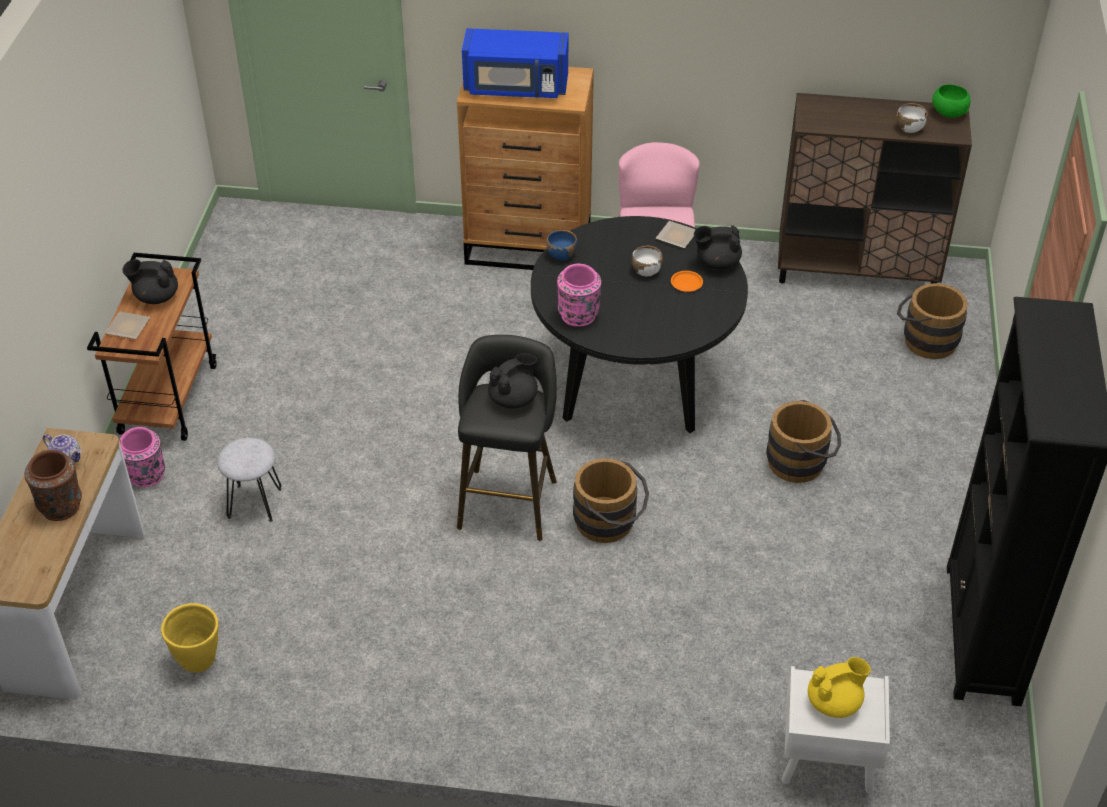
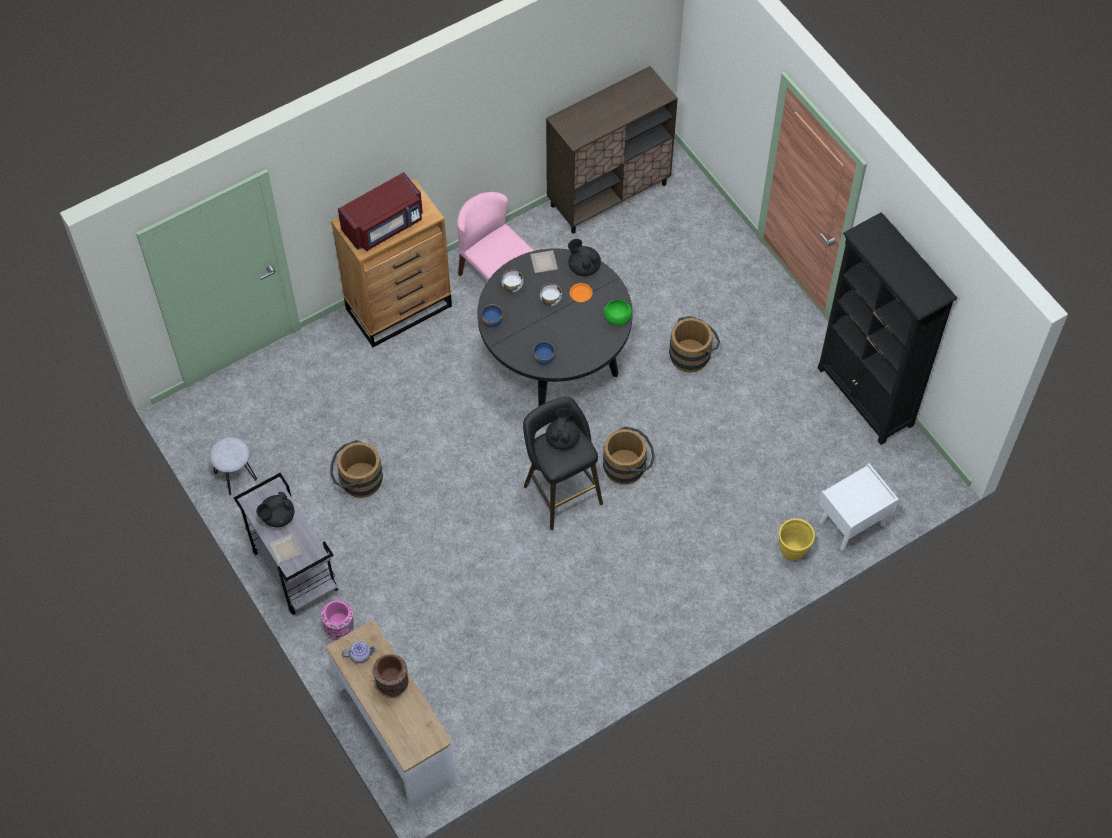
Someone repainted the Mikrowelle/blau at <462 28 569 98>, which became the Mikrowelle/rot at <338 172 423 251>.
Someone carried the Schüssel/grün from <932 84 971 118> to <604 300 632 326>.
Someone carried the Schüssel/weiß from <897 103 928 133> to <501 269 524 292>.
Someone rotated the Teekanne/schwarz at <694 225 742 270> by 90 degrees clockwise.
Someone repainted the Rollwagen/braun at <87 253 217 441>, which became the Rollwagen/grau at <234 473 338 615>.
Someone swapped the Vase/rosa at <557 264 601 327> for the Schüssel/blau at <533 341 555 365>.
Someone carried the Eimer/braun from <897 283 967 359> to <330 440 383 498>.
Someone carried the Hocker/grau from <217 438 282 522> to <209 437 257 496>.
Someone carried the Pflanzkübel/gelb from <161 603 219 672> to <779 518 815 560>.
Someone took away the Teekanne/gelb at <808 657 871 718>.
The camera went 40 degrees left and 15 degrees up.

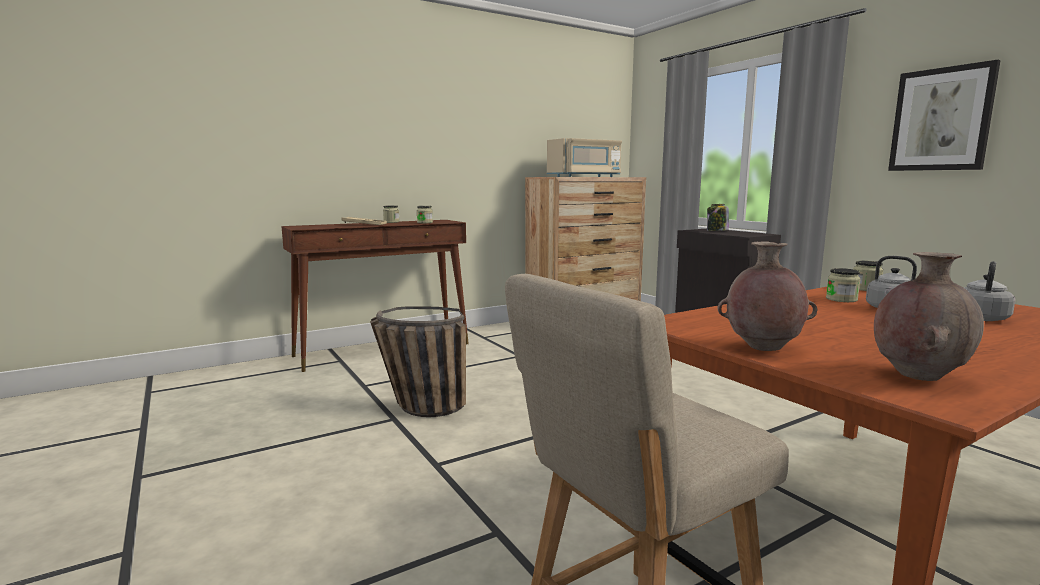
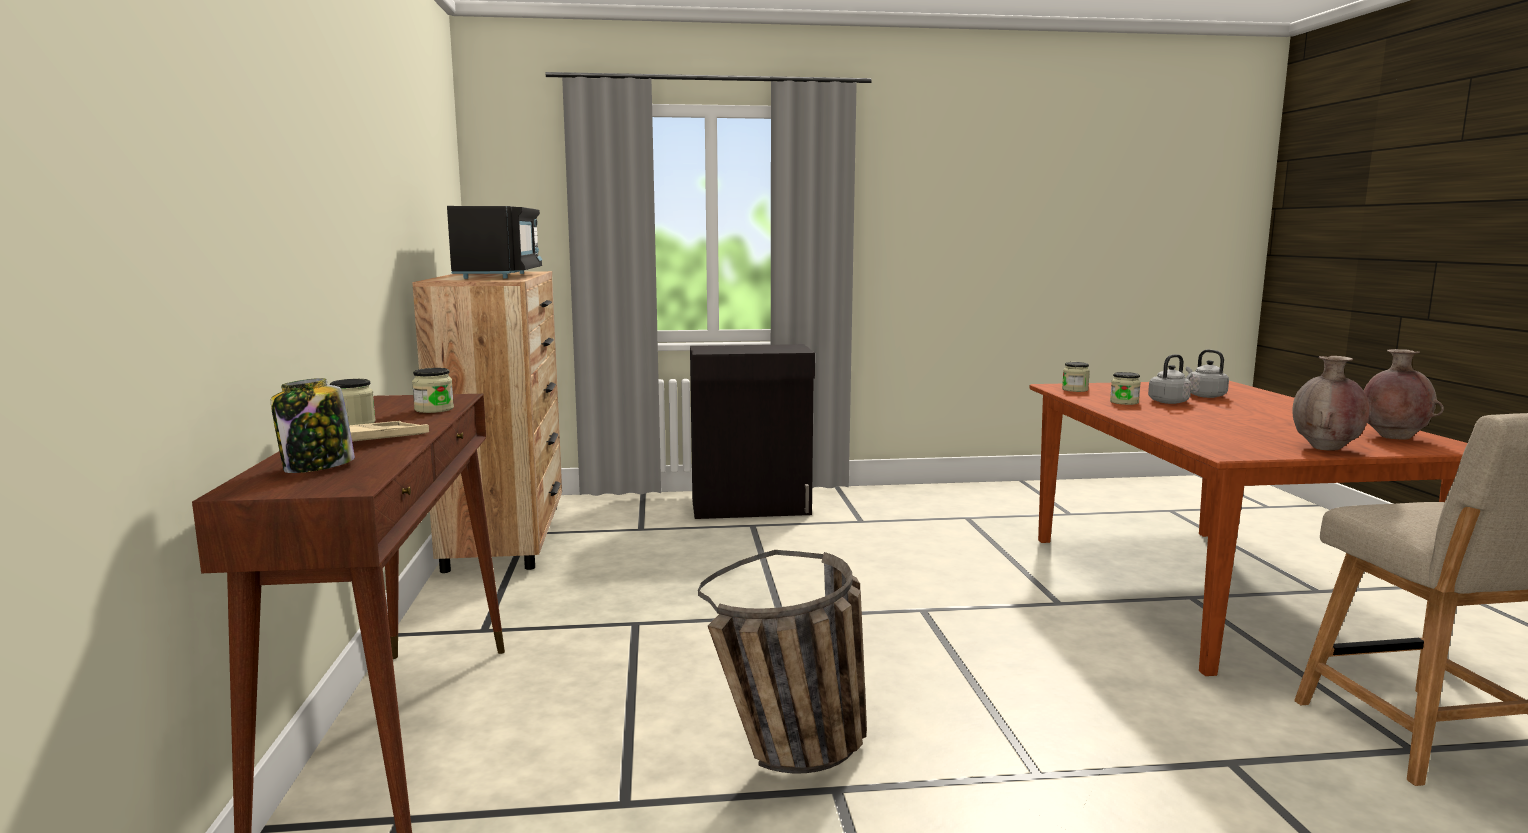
Someone took away the Bild at <888 60 1001 171>.
Someone repainted the Mikrowelle/beige at <547 138 622 177>, which became the Mikrowelle/schwarz at <447 206 543 279>.
Someone carried the Vorratsglas from <707 204 729 231> to <271 378 355 473>.
The camera went 65 degrees left and 0 degrees up.

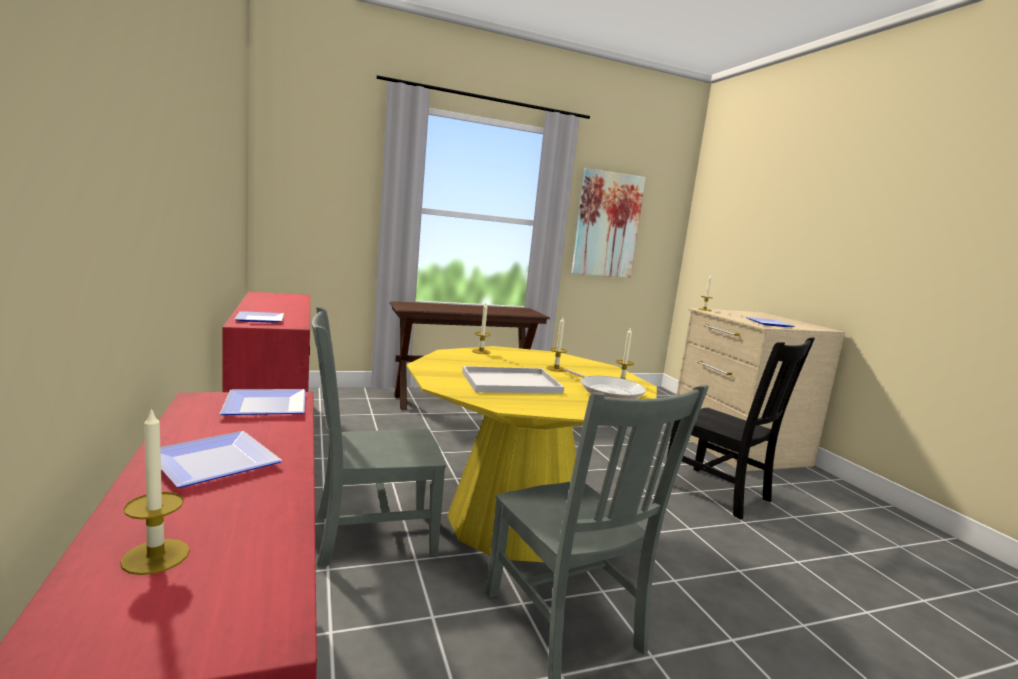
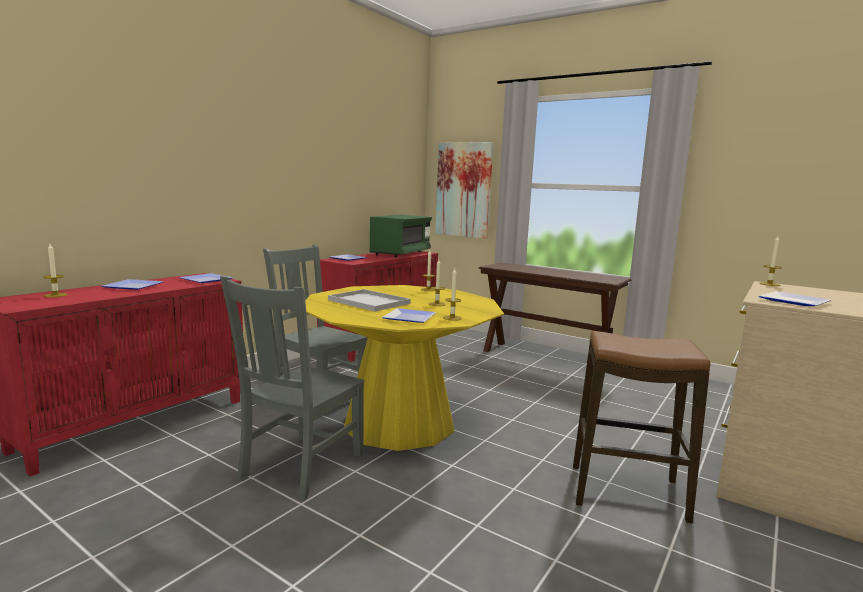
Someone carried the Bild from <572 168 646 278> to <435 142 493 239>.
Someone swapped the Stuhl/schwarz at <667 337 815 519> for the Hocker at <573 331 710 523>.
Someone swapped the Pfanne at <564 368 646 399> for the Teller at <382 308 436 323>.
Someone put down the Mikrowelle/grün at <370 215 432 257>.
The camera went 55 degrees right and 0 degrees up.

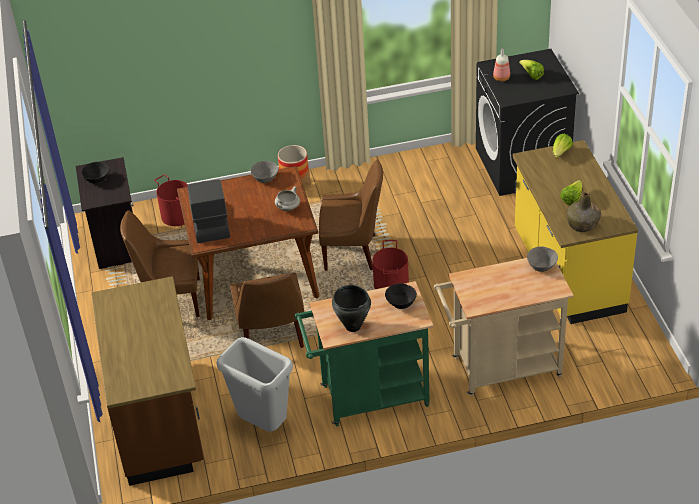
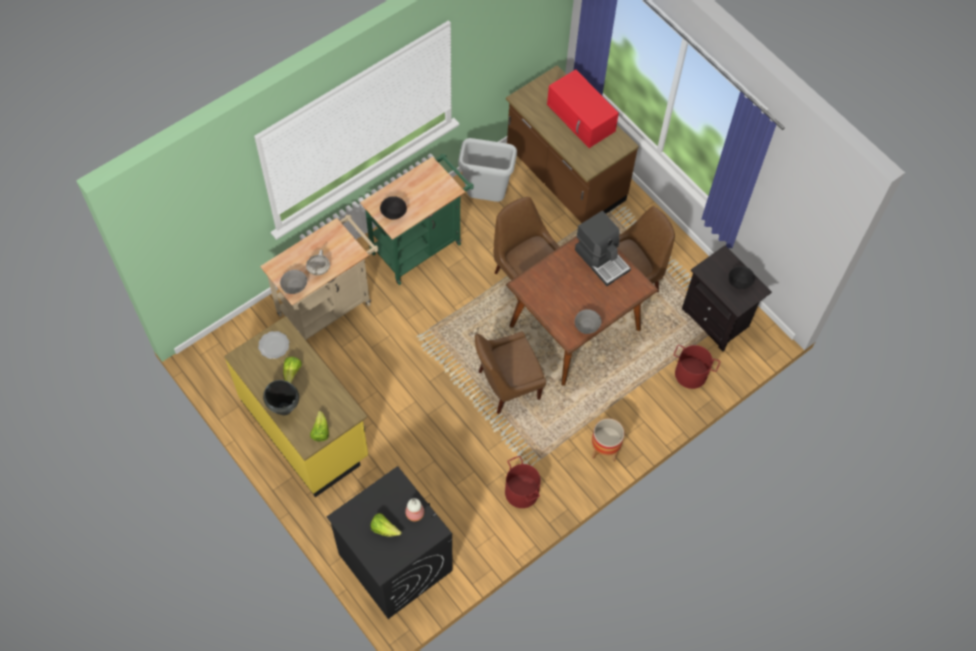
Someone carried the Kochtopf/weiß from <275 186 300 211> to <306 250 330 275>.
Someone swapped the Flasche/grün at <566 192 601 232> for the Teller at <258 331 289 359>.
Someone carried the Eimer/rot from <372 240 409 289> to <505 456 541 508>.
Someone carried the Kochtopf/schwarz from <332 285 371 332> to <263 380 299 416>.
Someone put down the Mikrowelle/rot at <547 69 619 148>.
The camera went 150 degrees right and 20 degrees up.

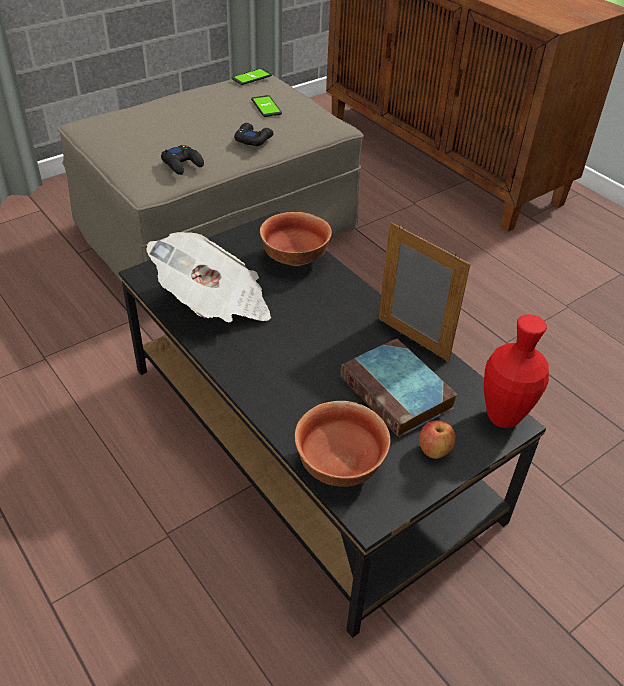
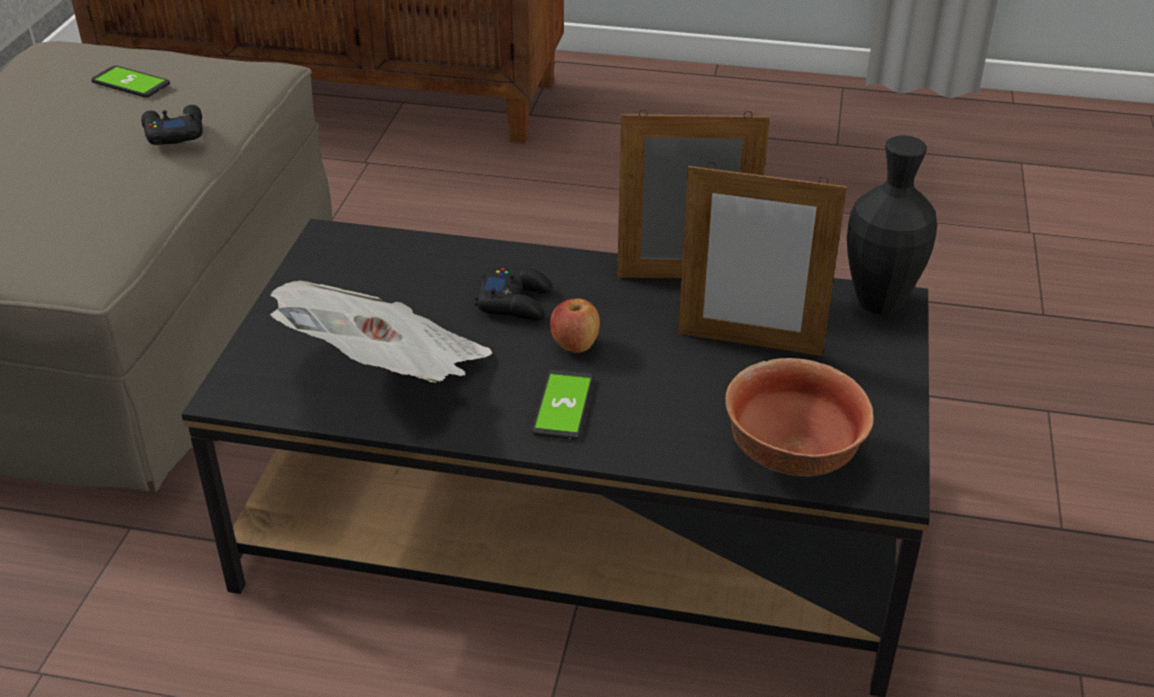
Someone carried the Handy from <232 68 272 85> to <532 370 594 440>.
Someone carried the Gamepad/schwarz from <161 145 204 175> to <475 268 552 321>.
Someone took away the Schüssel at <260 212 332 266>.
Someone repainted the Vase/rot at <484 314 549 428>, which became the Vase/schwarz at <847 135 937 314>.
Someone swapped the Buch at <341 339 457 438> for the Bilderrahmen at <678 162 847 356>.
Someone carried the Apfel from <419 420 456 459> to <550 299 600 353>.
The camera went 40 degrees left and 5 degrees down.

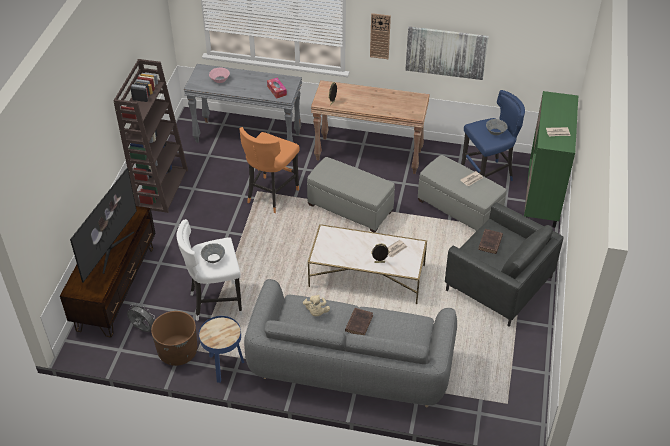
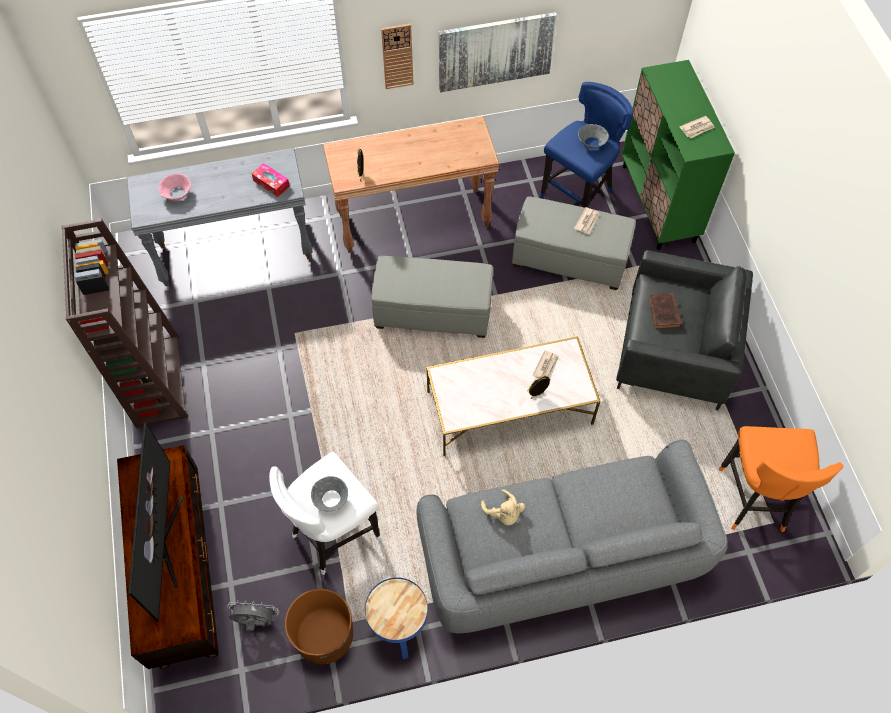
Someone carried the Hocker/orange from <239 127 300 213> to <719 426 843 532>.
Someone took away the Buch/braun at <345 308 373 335>.
The camera went 25 degrees left and 15 degrees up.

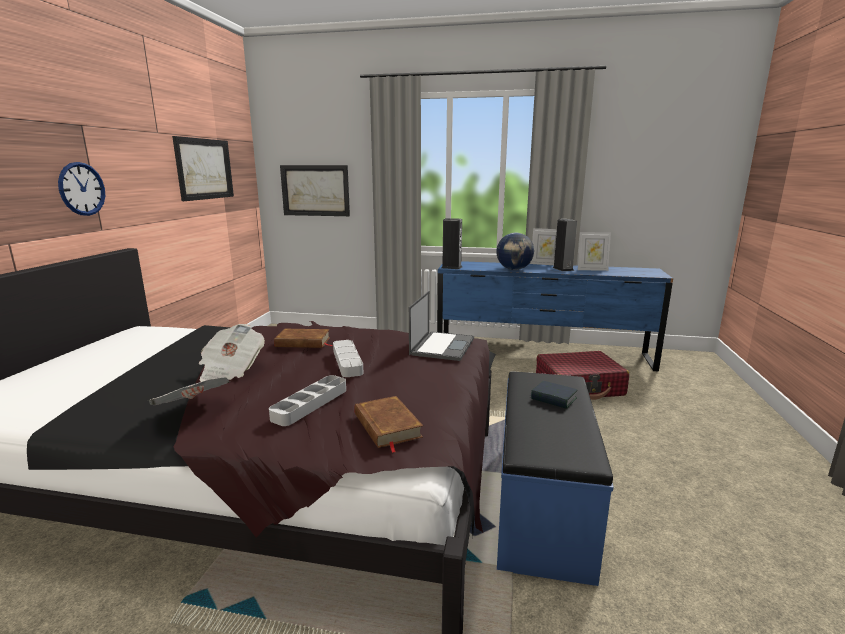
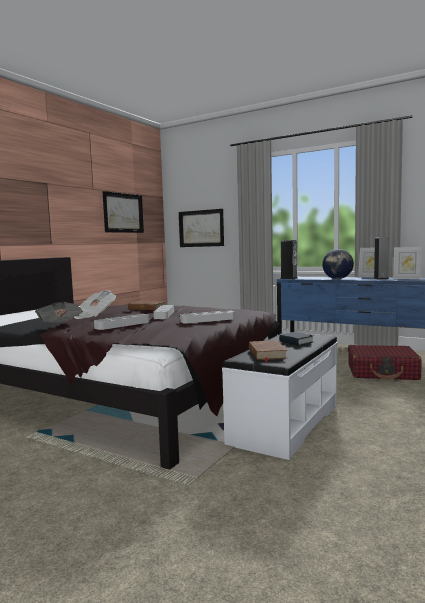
Someone took away the Wanduhr at <58 162 105 216>.
Someone took away the Laptop at <409 291 474 361>.
Someone repainted the Bank/blau at <497 372 613 586>, which became the Bank/weiß at <222 332 338 460>.
Someone carried the Buch/braun from <354 396 423 453> to <249 340 288 362>.
Someone put down the Tablett/grau at <180 310 234 324>.
The camera went 20 degrees right and 10 degrees down.

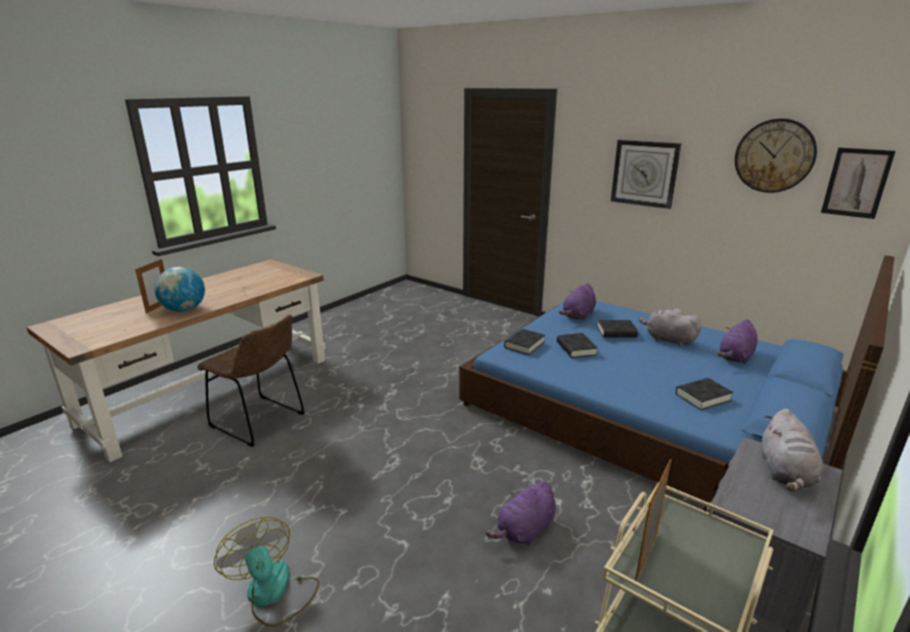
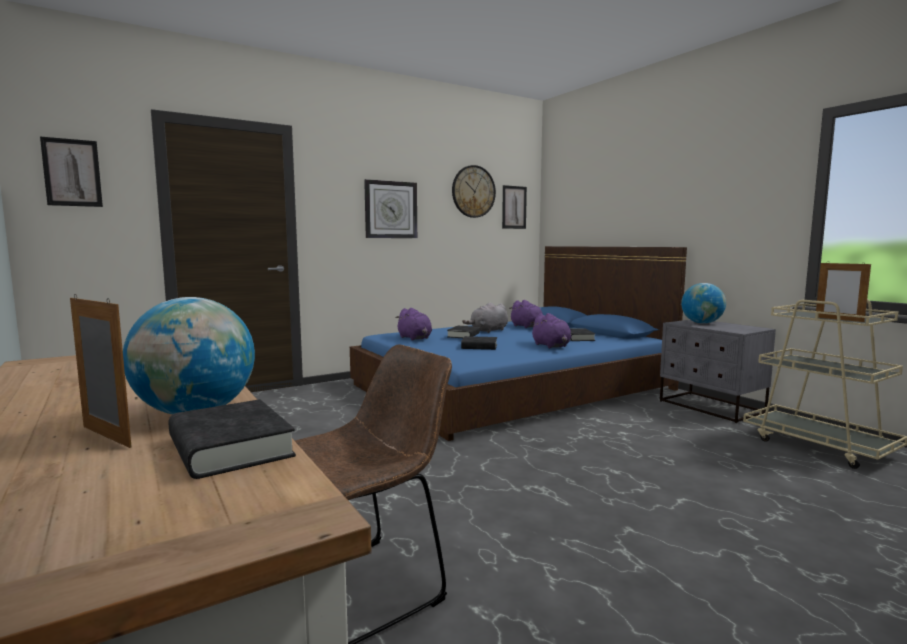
Someone carried the Buch/schwarz from <504 329 545 355> to <169 399 296 479>.
Someone swapped the Plüschtier/grau at <761 409 823 491> for the Globus at <681 283 726 324>.
Someone carried the Plüschtier/lila from <485 481 556 545> to <530 313 572 348>.
Someone took away the Ventilator at <214 517 319 627>.
Someone put up the Bild at <40 137 103 207>.
The camera went 70 degrees left and 15 degrees down.

